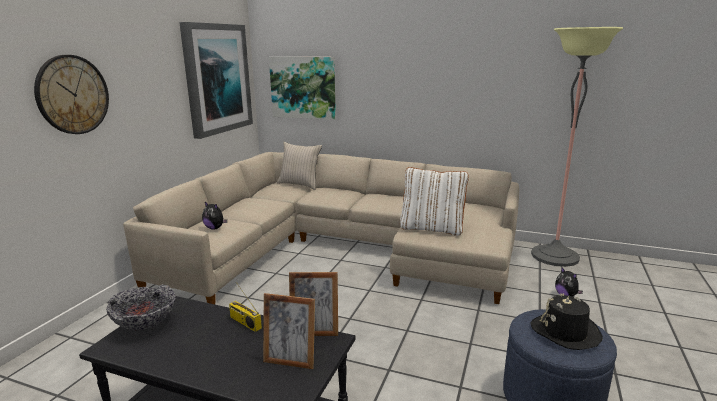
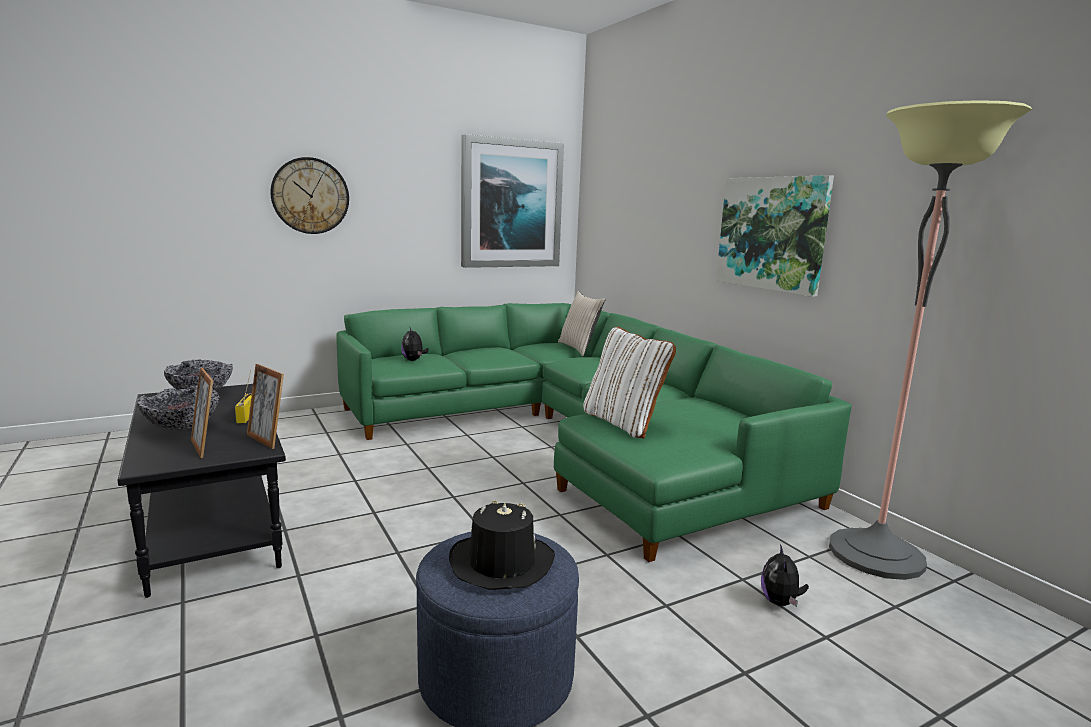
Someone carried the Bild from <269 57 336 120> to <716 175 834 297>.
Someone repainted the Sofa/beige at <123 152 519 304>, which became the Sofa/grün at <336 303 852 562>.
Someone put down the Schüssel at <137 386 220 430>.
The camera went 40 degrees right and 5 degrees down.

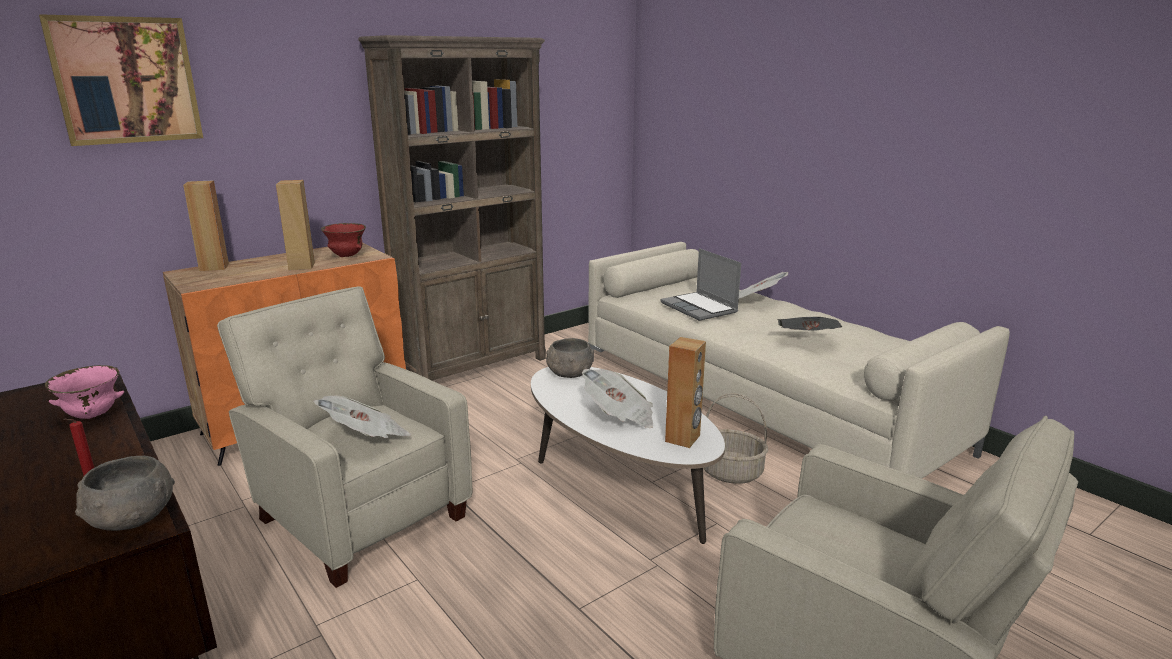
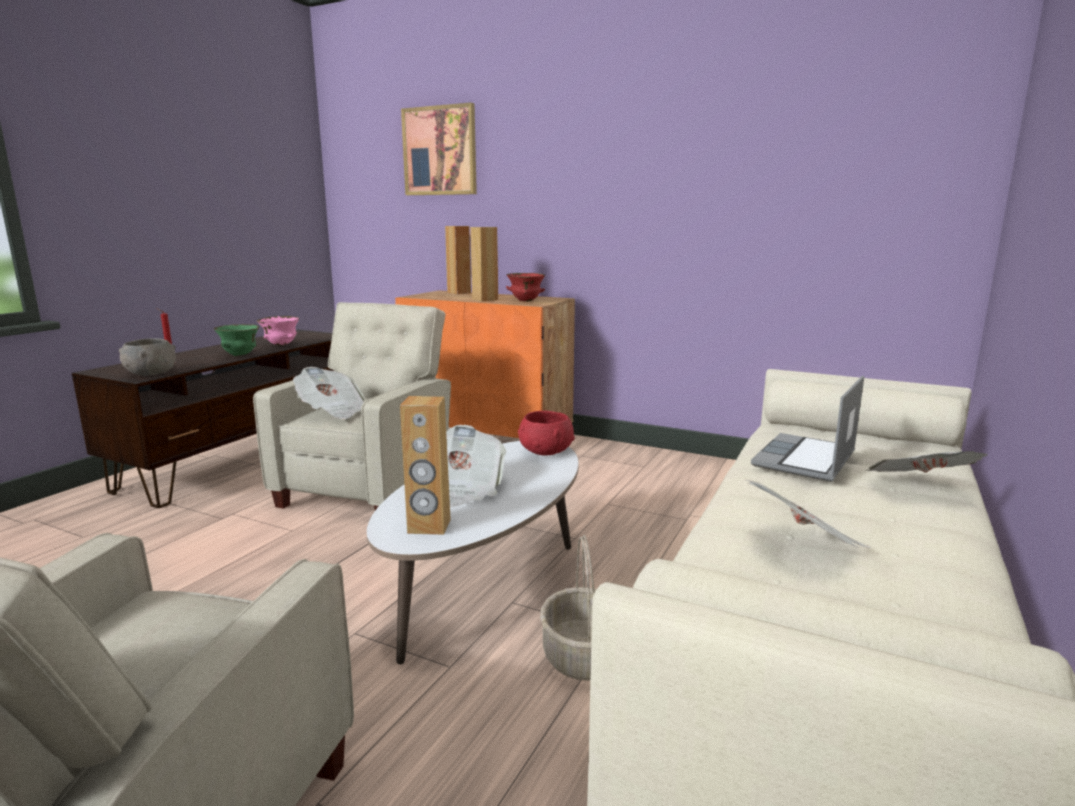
Someone took away the Bücherregal/braun at <358 35 546 380>.
Someone repainted the Schüssel/grau at <546 338 594 378>, which became the Schüssel/rot at <518 411 575 456>.
Someone put down the Schüssel/grün at <214 324 259 356>.
The camera went 65 degrees right and 5 degrees down.

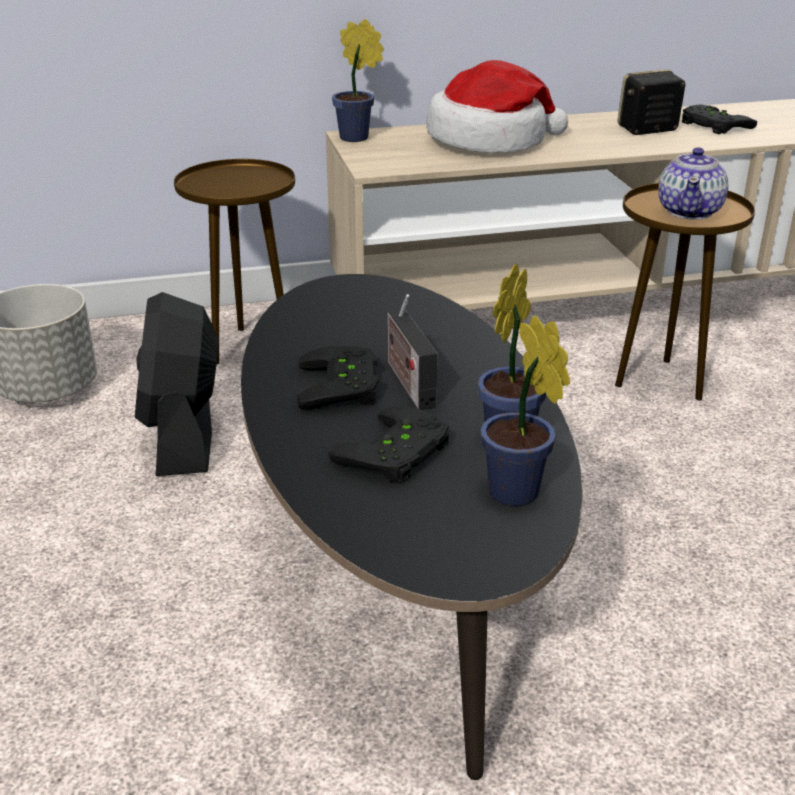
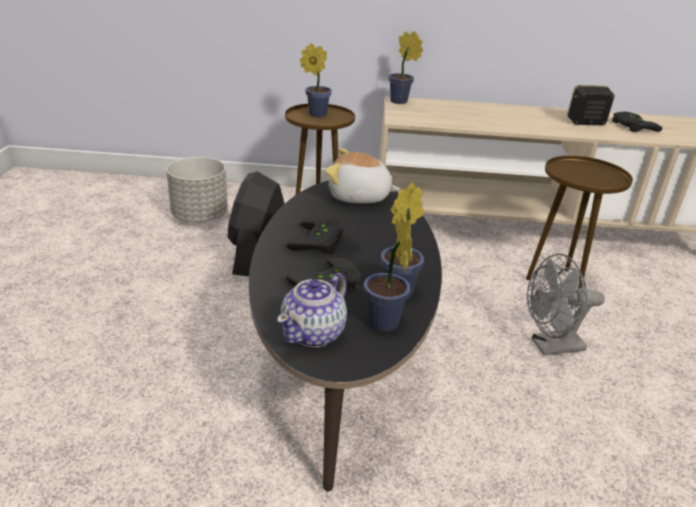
Someone took away the Hut at <426 60 568 153>.
Someone carried the Teekanne from <658 147 729 220> to <277 273 347 347>.
Someone took away the Radio at <388 294 438 410>.
Someone put down the Topfpflanze at <300 43 332 118>.
Someone put down the Plüschtier at <325 148 400 204>.
Someone put down the Ventilator/grau at <527 253 605 356>.
The camera went 15 degrees right and 0 degrees up.

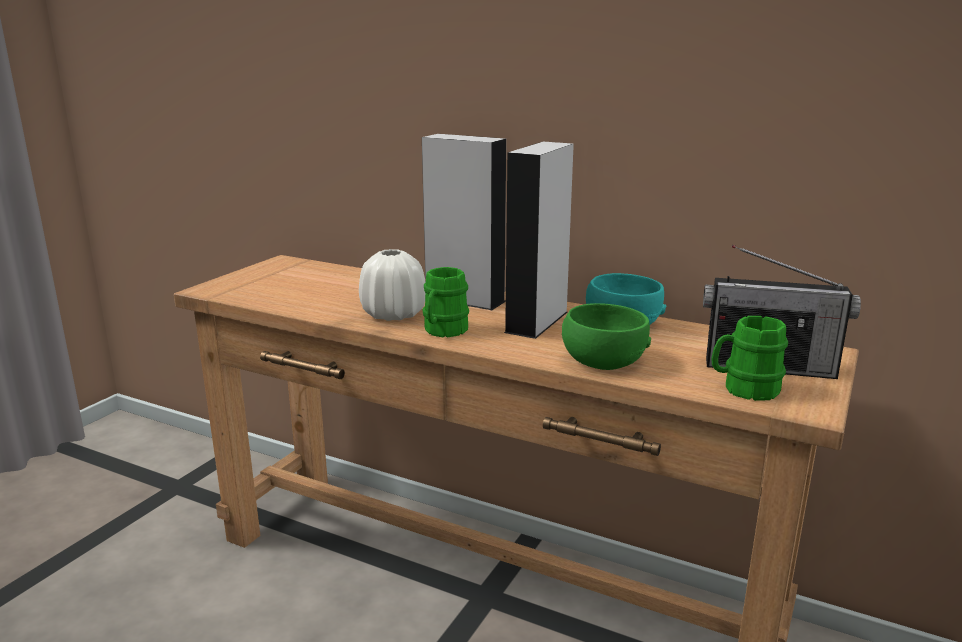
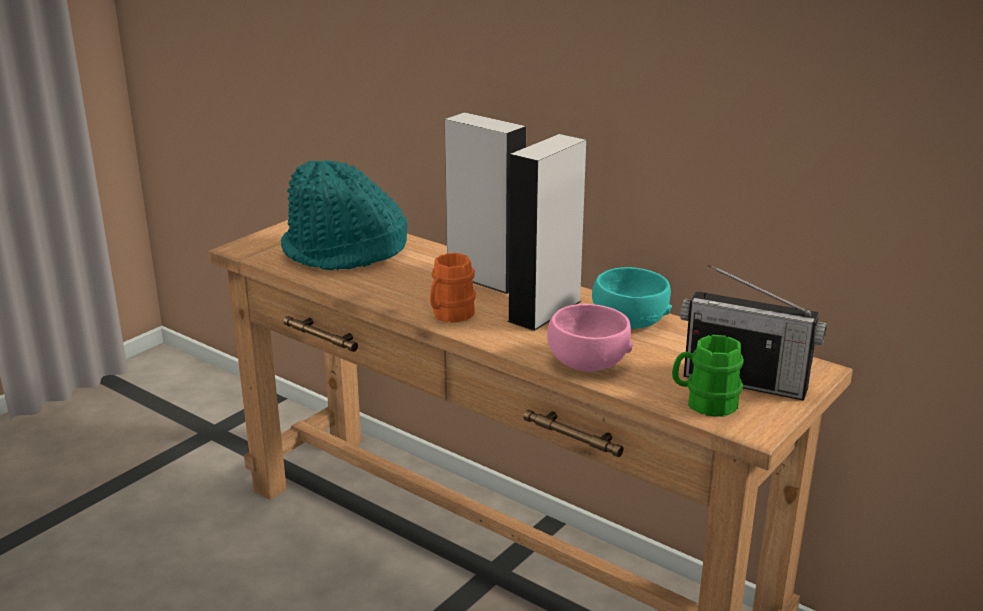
Someone took away the Vase/weiß at <359 249 426 321>.
Someone repainted the Henkelbecher/grün at <422 267 469 338>, which became the Henkelbecher/orange at <430 253 476 323>.
Someone repainted the Schüssel/grün at <562 303 651 370>, which became the Schüssel/rosa at <547 304 634 372>.
Someone put down the Hut/türkis at <281 160 407 270>.
The camera went 10 degrees right and 5 degrees up.

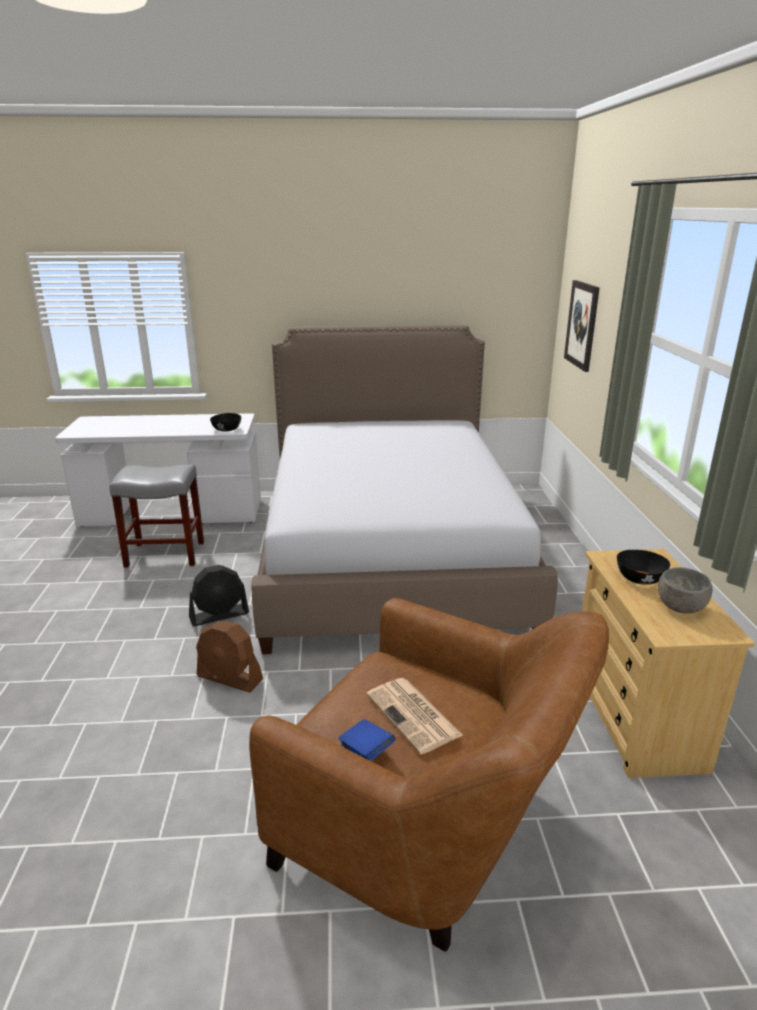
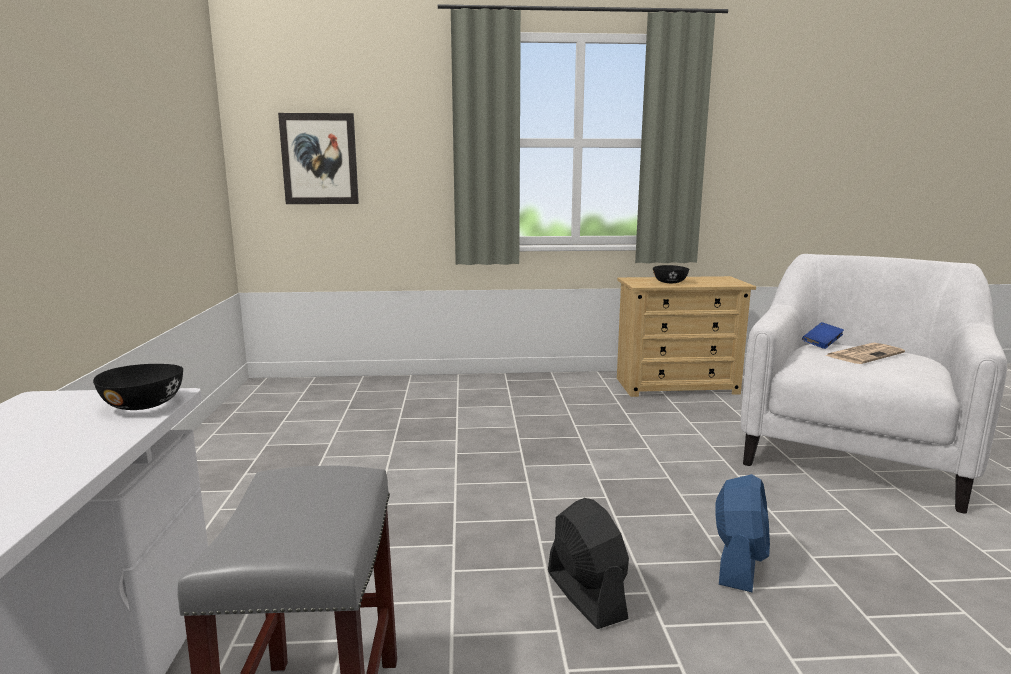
Someone took away the Bett at <251 325 558 654>.
Someone took away the Schüssel/grau at <658 567 712 614>.
Someone repainted the Sessel/braun at <249 598 609 951>, which became the Sessel/weiß at <741 254 1007 514>.
Someone repainted the Ventilator/braun at <196 621 263 692>, which became the Ventilator/blau at <715 474 770 592>.
Someone carried the Buch/blau from <338 719 395 761> to <802 322 844 349>.
The camera went 90 degrees left and 10 degrees down.

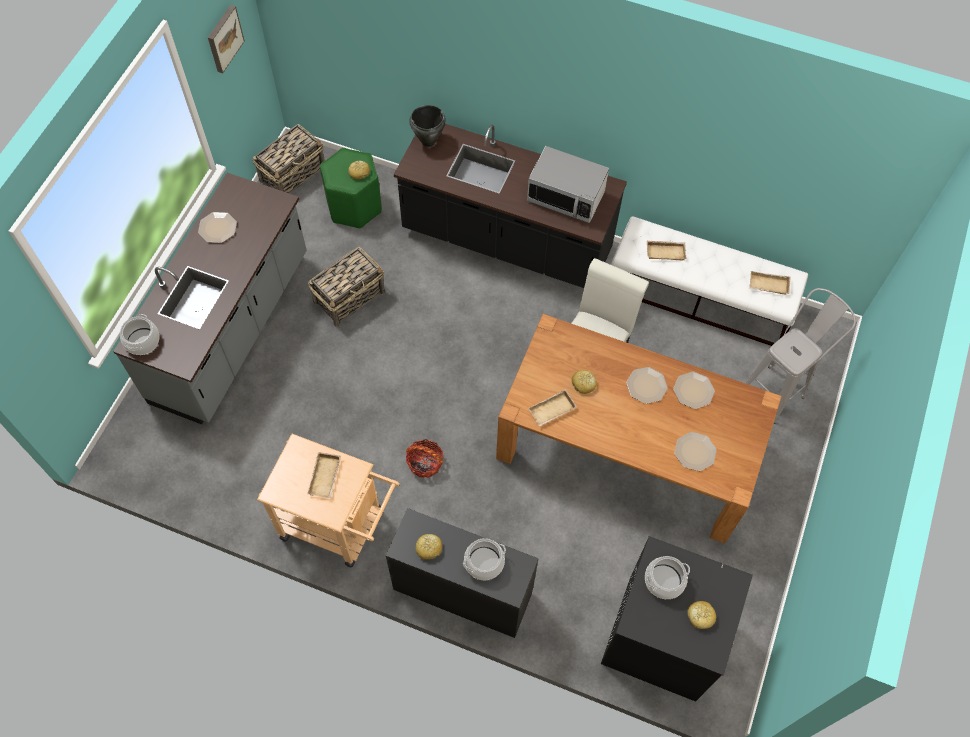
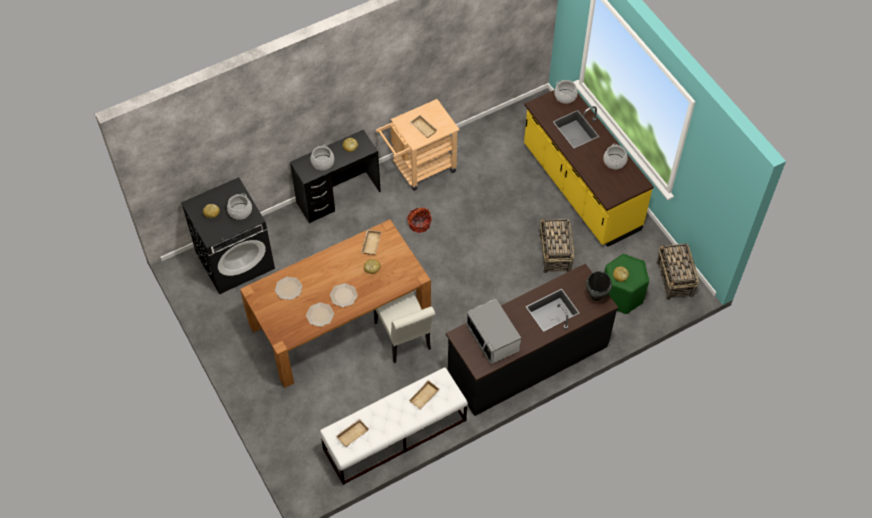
Someone took away the Bild at <208 5 245 73>.
Someone rotated the Mikrowelle at <527 146 609 223> by 90 degrees counterclockwise.
Someone repainted the Küchenzeile/grau at <113 173 307 424>, which became the Küchenzeile/gelb at <524 90 654 247>.
Someone swapped the Teller at <198 212 237 243> for the Kochtopf at <603 144 628 169>.
Someone took away the Hocker/grau at <745 288 856 424>.
The camera went 130 degrees right and 5 degrees down.

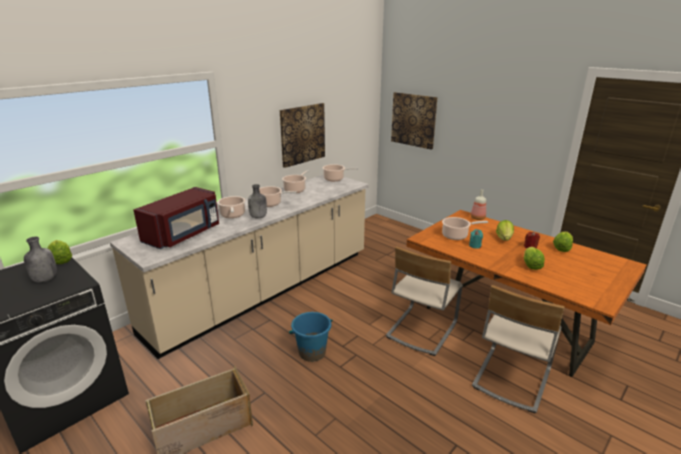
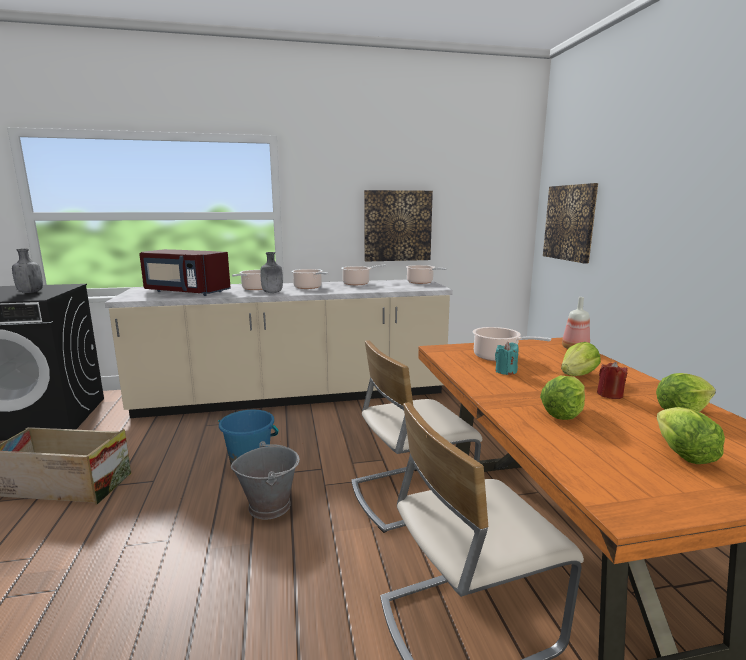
Someone rotated the Mikrowelle/rot at <133 187 219 249> by 45 degrees clockwise.
Someone carried the Salatkopf from <48 240 72 264> to <657 407 725 464>.
Someone put down the Eimer/grau at <231 441 300 520>.
The camera went 35 degrees right and 10 degrees down.

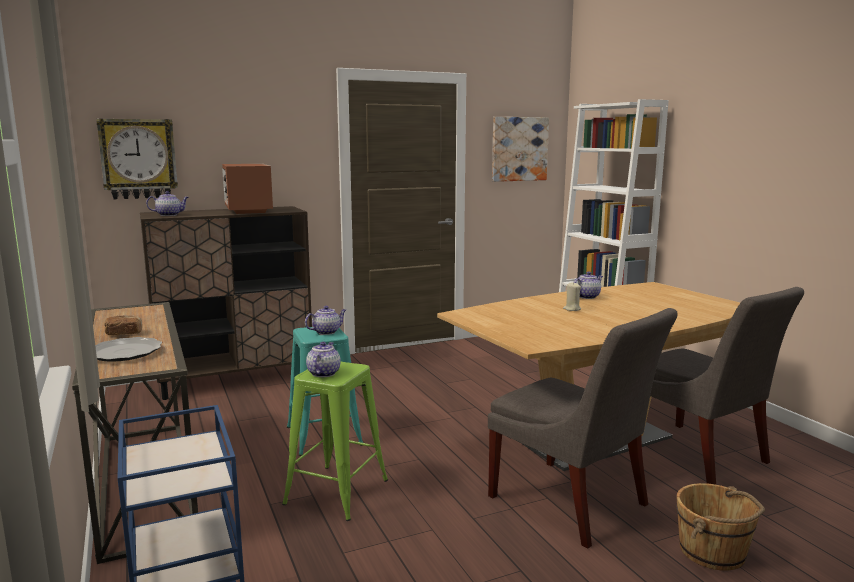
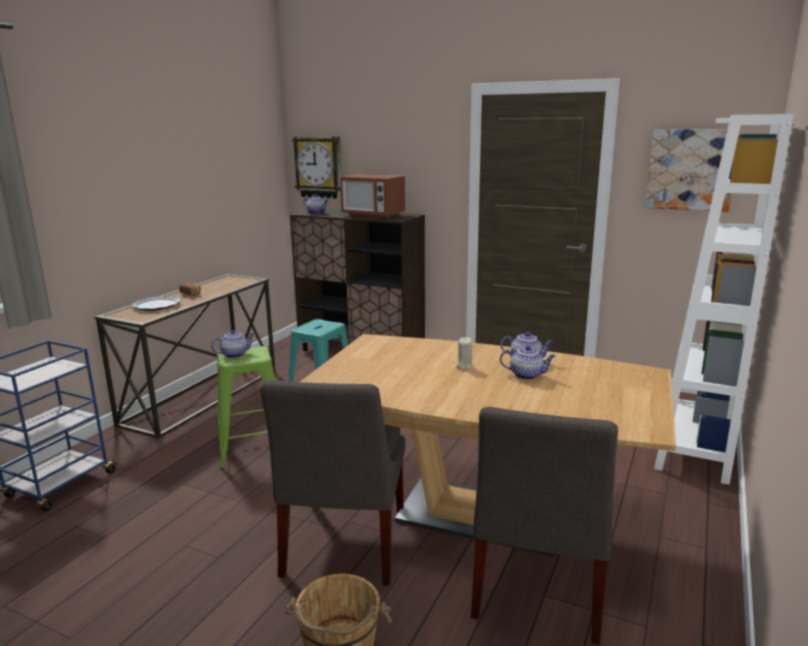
Someone rotated the Mikrowelle at <222 164 273 214> by 90 degrees counterclockwise.
Someone carried the Teekanne from <305 306 346 335> to <500 345 555 380>.
The camera went 50 degrees right and 5 degrees up.

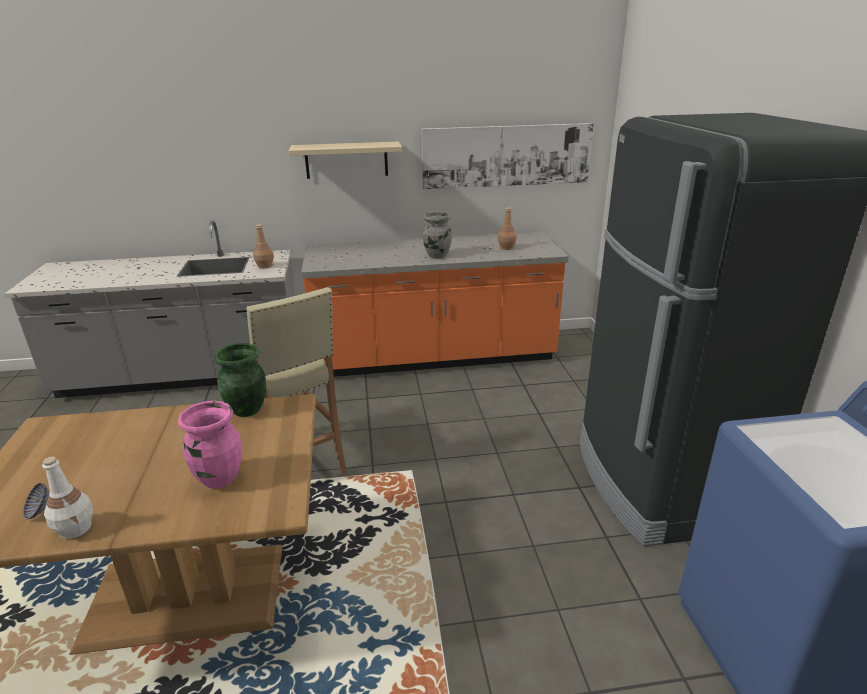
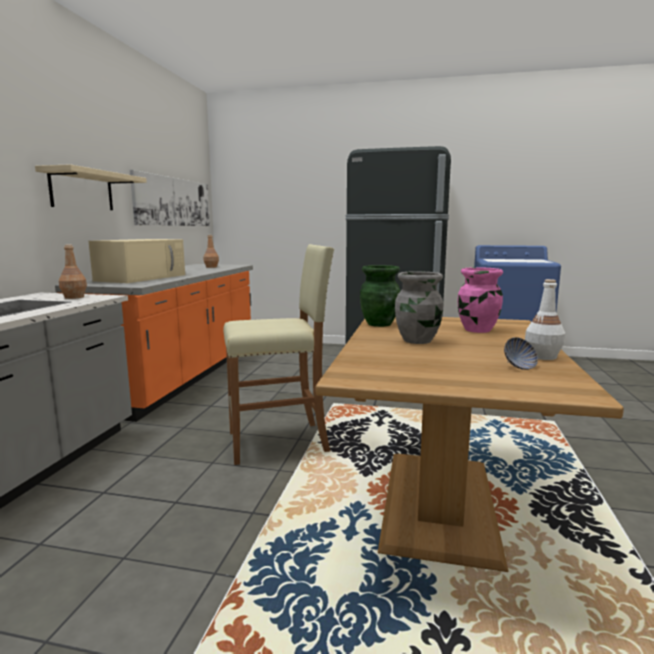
Someone carried the Vase/grau from <423 212 452 259> to <395 271 444 344>.
Someone put down the Mikrowelle/beige at <88 239 185 283>.
The camera went 70 degrees left and 15 degrees down.

